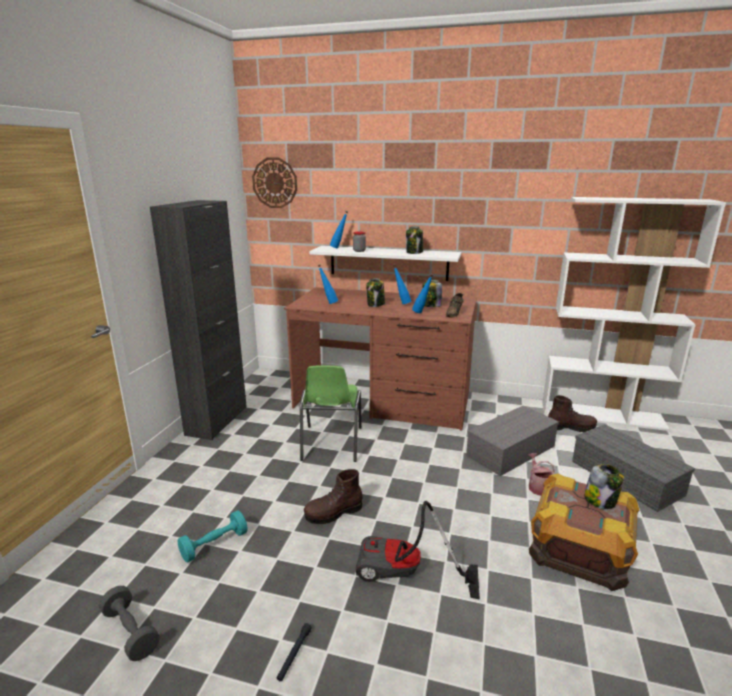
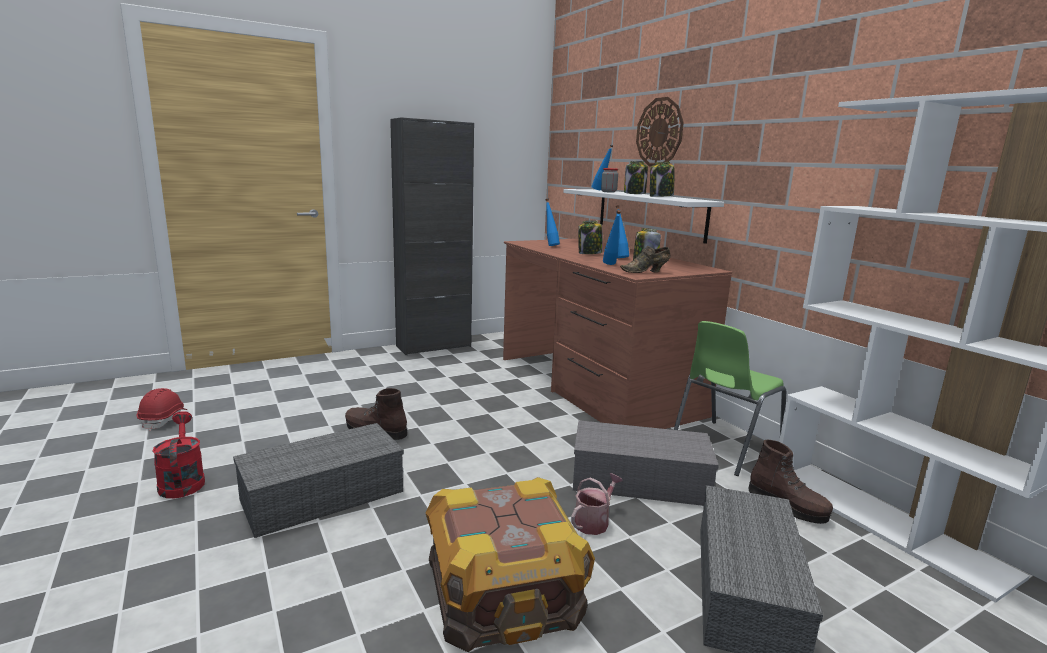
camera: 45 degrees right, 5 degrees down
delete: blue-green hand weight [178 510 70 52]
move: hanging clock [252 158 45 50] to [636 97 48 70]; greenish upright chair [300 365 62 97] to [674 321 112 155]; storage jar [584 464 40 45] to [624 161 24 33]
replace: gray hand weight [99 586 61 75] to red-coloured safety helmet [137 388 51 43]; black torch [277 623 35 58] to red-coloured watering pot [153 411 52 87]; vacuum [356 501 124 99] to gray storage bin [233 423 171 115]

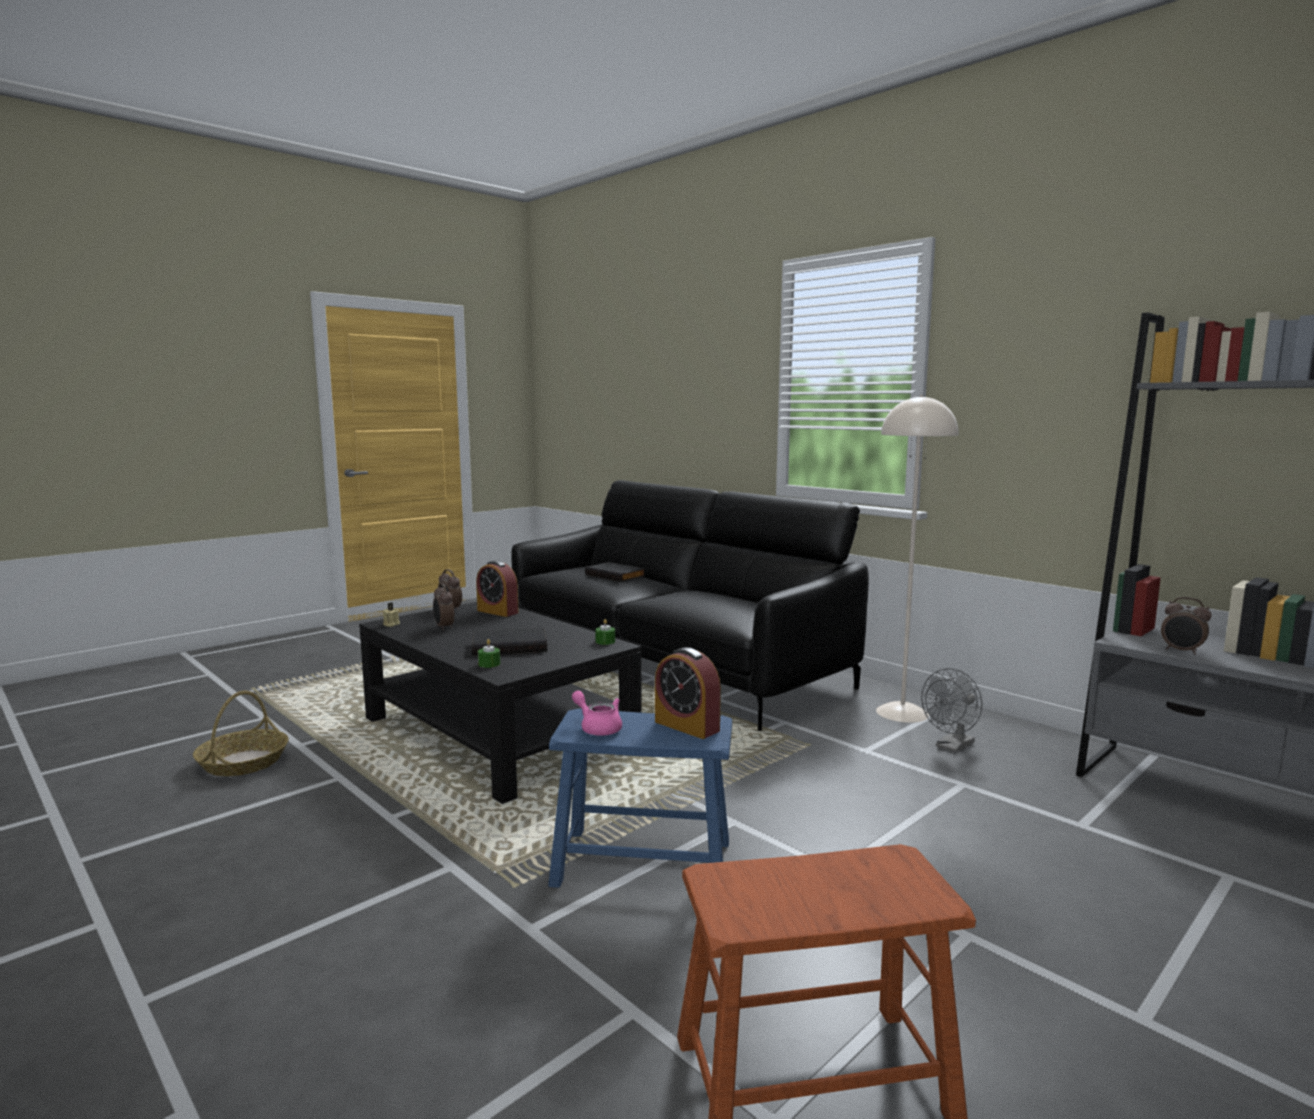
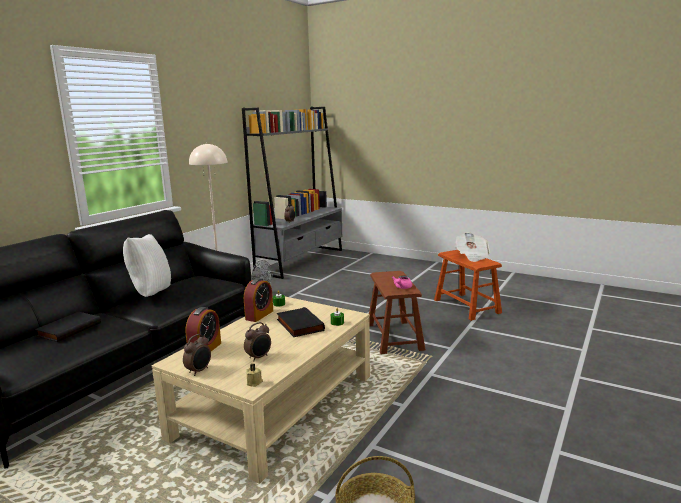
camera: 105 degrees left, 5 degrees up
insert: whitish pillow [123 234 48 63]; printed paper [455 232 35 30]
move: table clock [655 647 66 92] to [244 278 29 44]
recolor: black coffee table [359 602 283 202] to beige-coloured coffee table [152 297 218 187]; blue stool seat [548 709 184 179] to brownish stool seat [369 271 57 83]

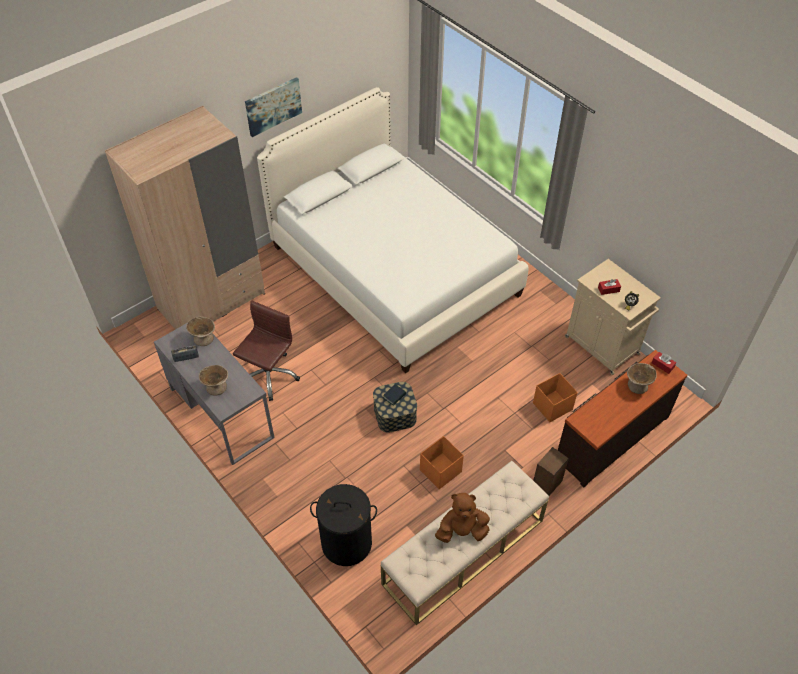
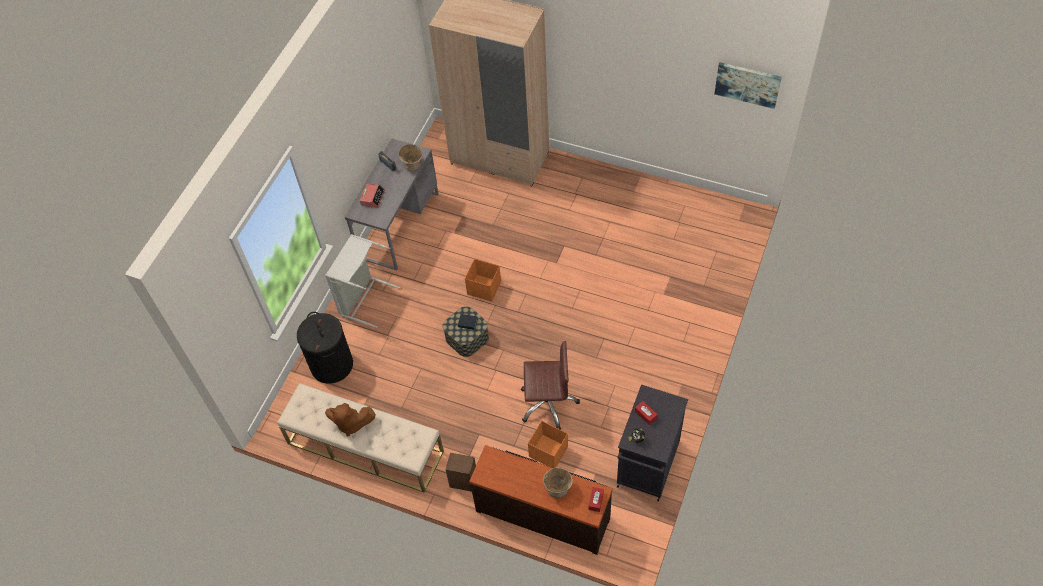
camera: 65 degrees right, 5 degrees up
delete: whitish sleeping bed [257 87 272 286]
insert: gray washing basket [325 234 75 94]
move: brownish desk chair [233 300 67 101] to [521 341 59 89]; picture [245 77 57 60] to [714 62 68 47]; orange-coloured storage bin [420 436 44 53] to [465 259 36 42]
replace: beige-coloured bowl [199 365 29 31] to table clock [360 183 25 25]
recolor: beige-coloured cupboard [565 259 96 116] to black cupboard [617 384 71 118]
rotate: brownish soft toy [435 493 55 50] = [325 403 51 33] 135 degrees clockwise

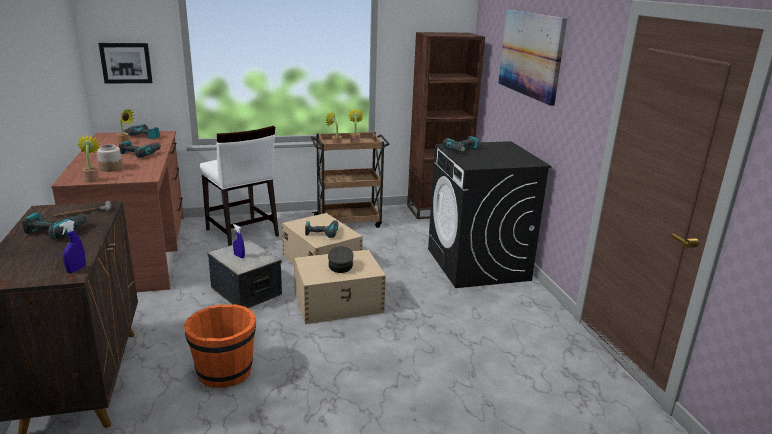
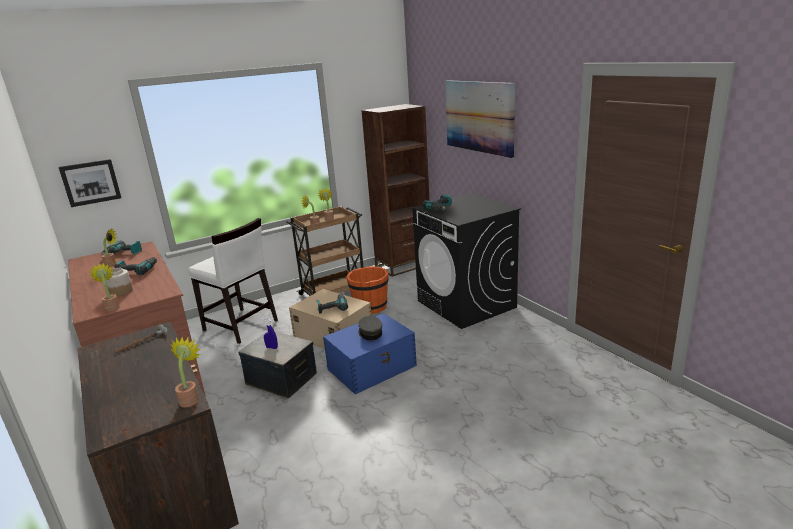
camera: 15 degrees left, 0 degrees up
delete: electric drill [22 212 66 28]
move: orange-coloured water bucket [184 304 72 84] to [346 266 42 48]
replace: blue sprayer [59 220 27 53] to potted plant [170 336 30 72]
recolor: beige-coloured storage bin [294 249 92 75] to blue storage bin [323 313 94 81]

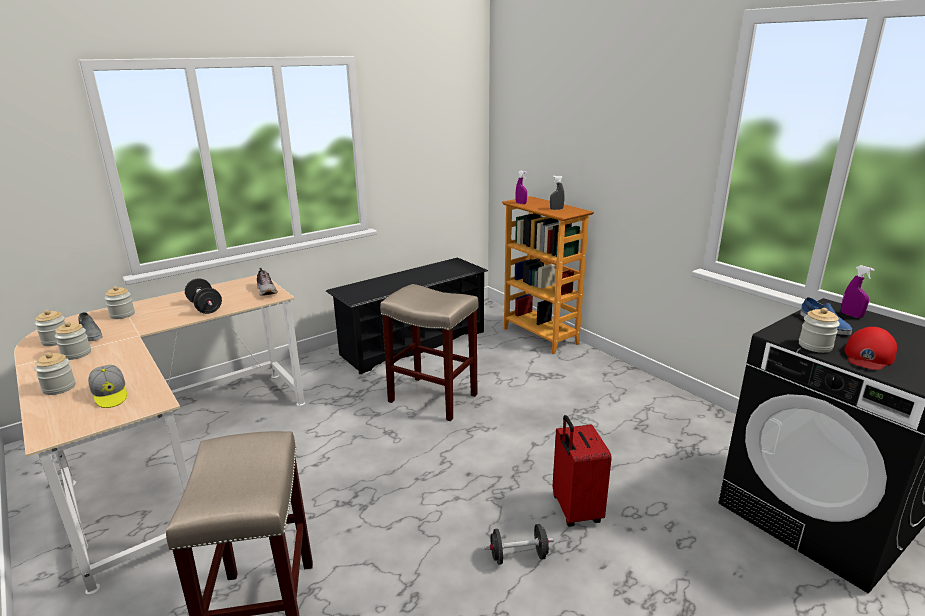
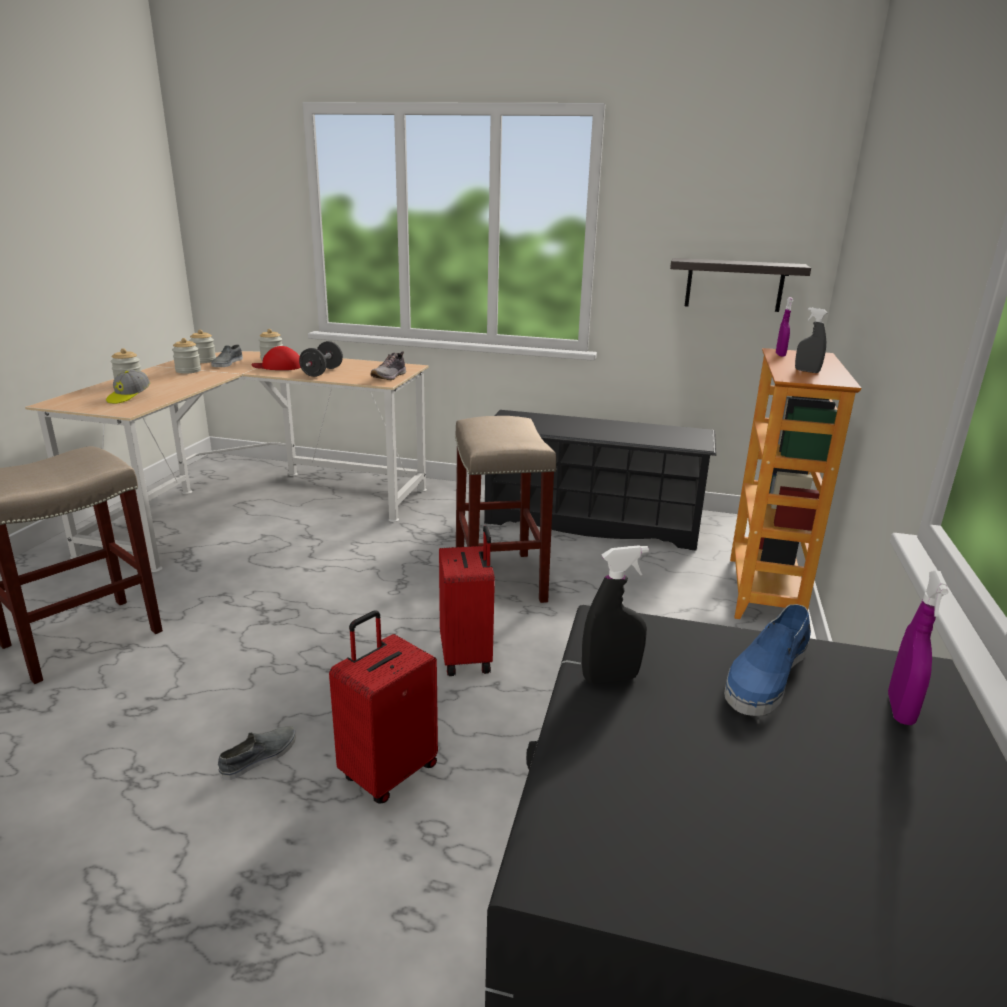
camera: 50 degrees right, 0 degrees up
insert: red-coloured piece of luggage [439 526 56 150]; bracket shelf [670 258 141 54]
move: red-coloured baseball cap [844 327 53 43] to [251 346 50 24]
replace: black hand weight [484 524 70 41] to gray low shoe [218 726 78 54]; storage jar [799 308 41 45] to black sprayer [582 545 67 139]

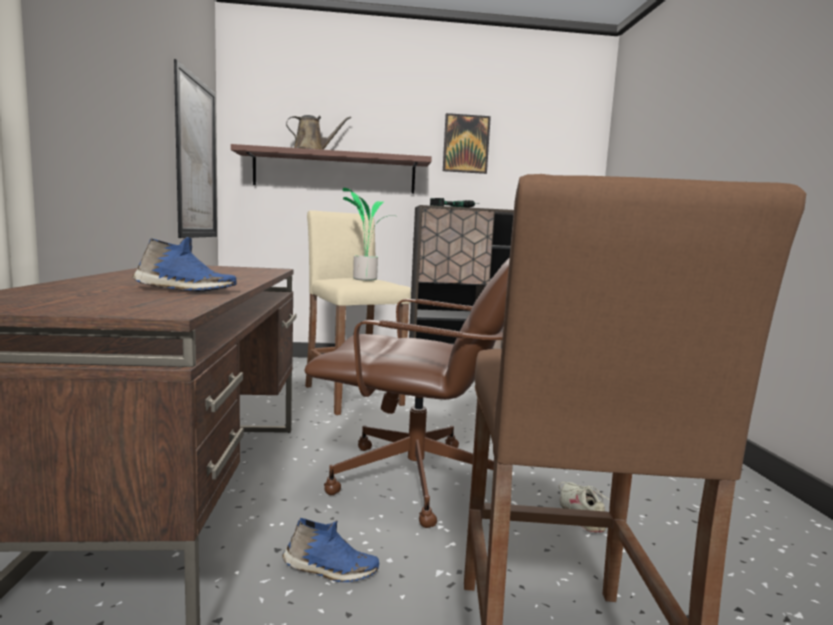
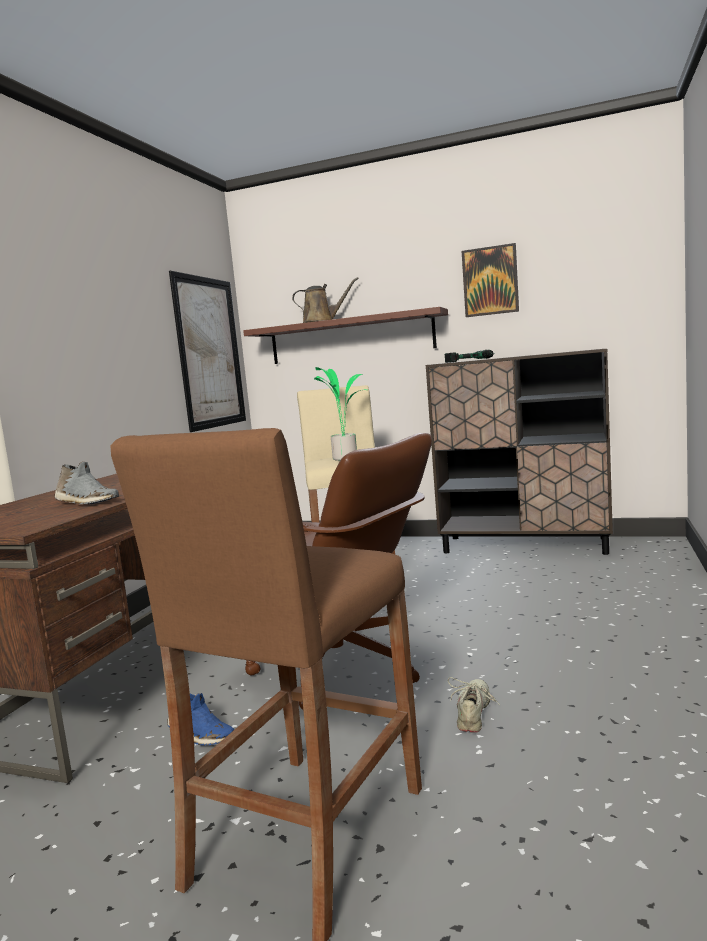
camera: 25 degrees right, 0 degrees up
recolor: blue low shoe [132 237 105 55] to gray low shoe [54 462 65 43]

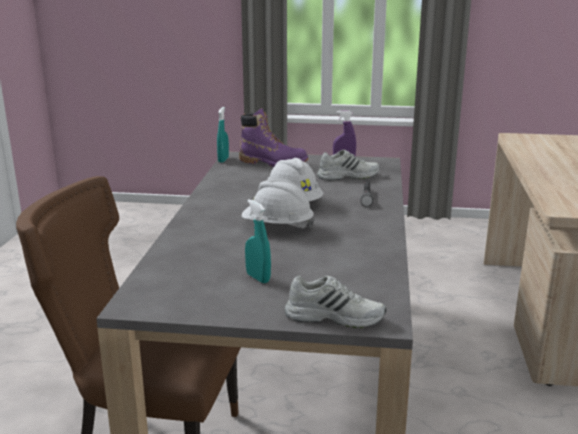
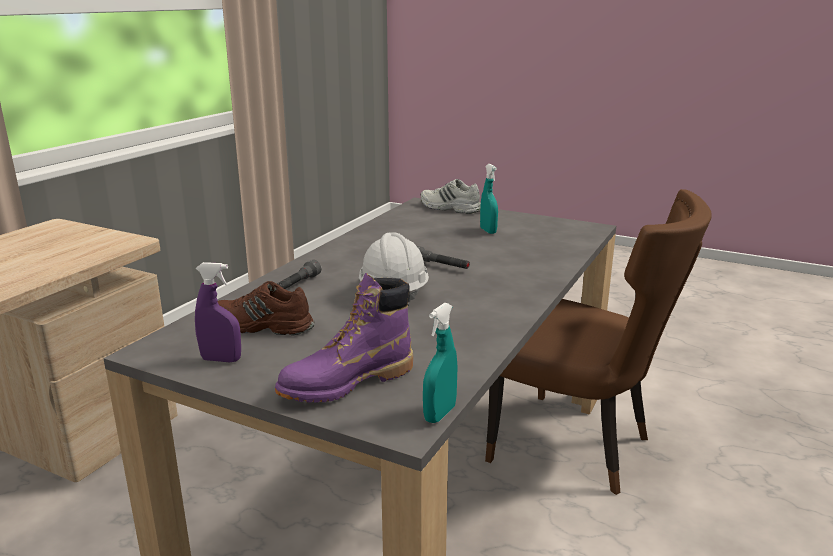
camera: 160 degrees left, 0 degrees up
replace: whitish safety helmet [242 179 73 51] to gray torch [417 246 53 23]
recolor: whitish low shoe [317 150 63 30] to brownish low shoe [218 281 97 55]
rotate: purple-coloured tall boot [239 108 69 59] = [275 273 138 130] 75 degrees counterclockwise

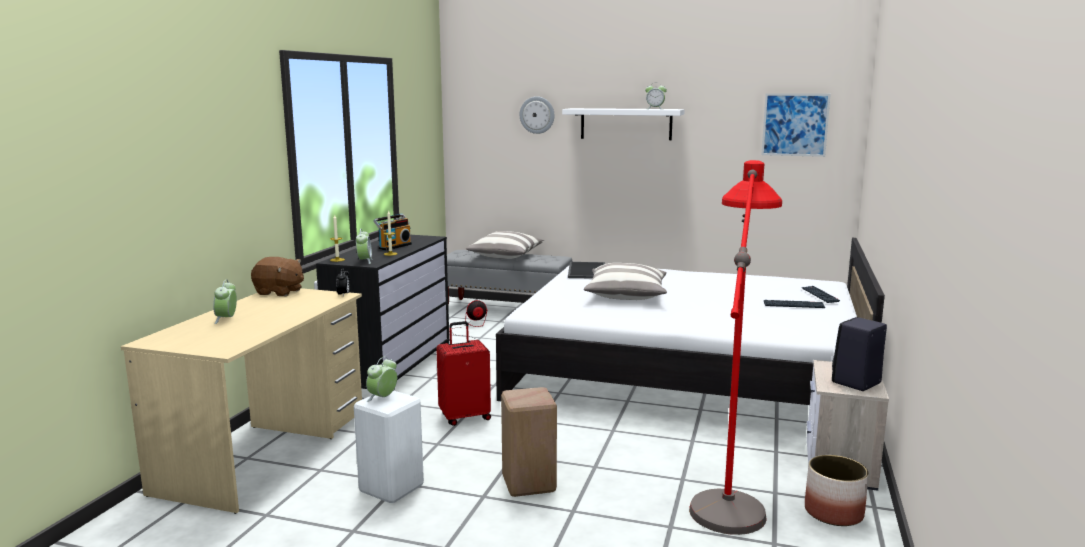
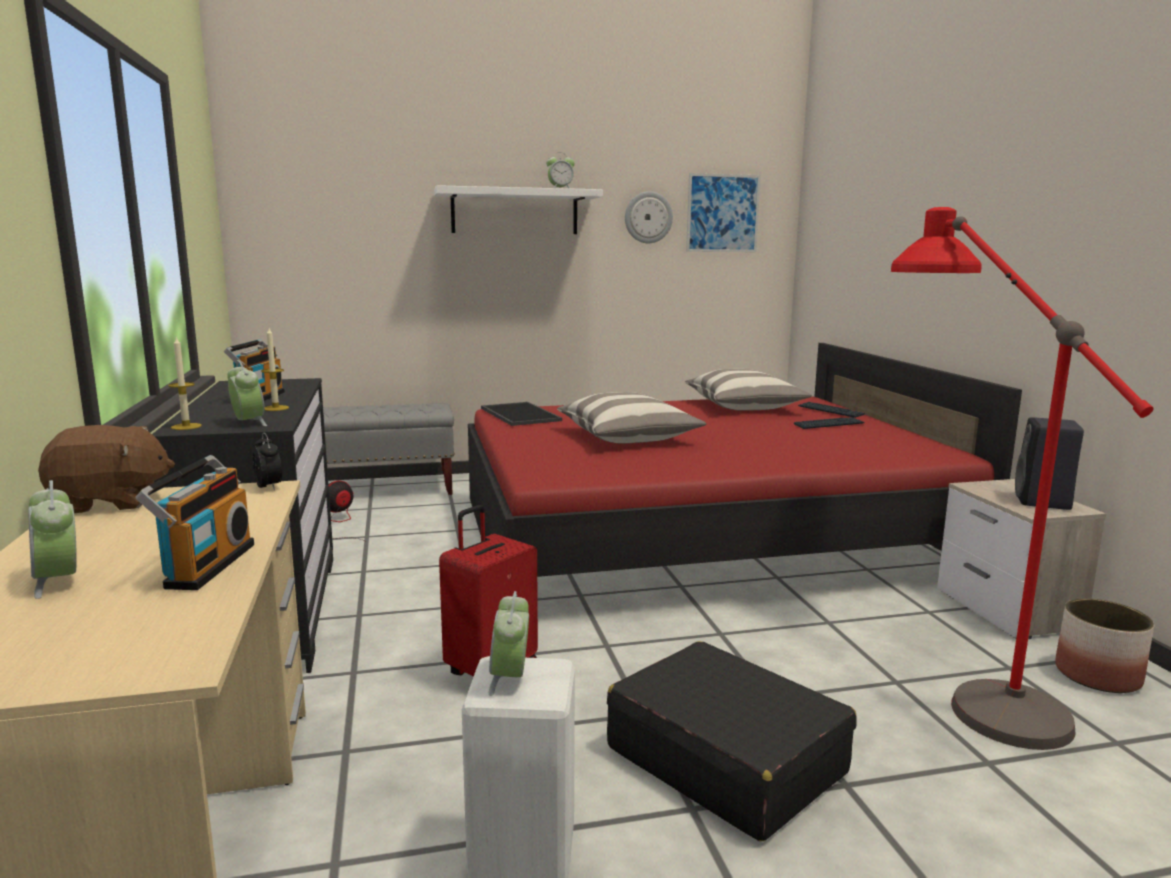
camera: 30 degrees left, 0 degrees up
insert: radio [136 455 118 135]
move: pillow [466 231 78 28] to [685 369 127 42]; hanging clock [520 96 35 38] to [625 191 48 52]
replace: beige-coloured stool seat [501 387 56 110] to black piece of luggage [607 641 250 200]
recolor: whitish sleeping bed [496 238 389 167] to red-coloured sleeping bed [468 343 554 234]

